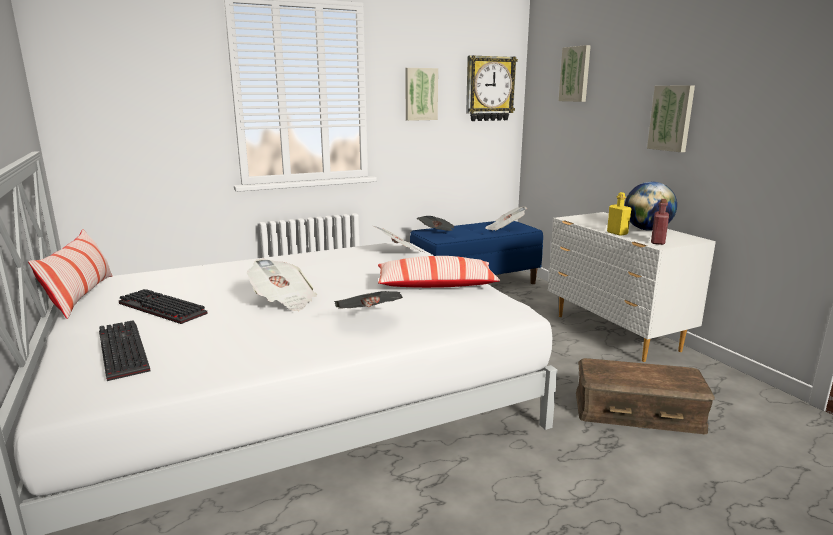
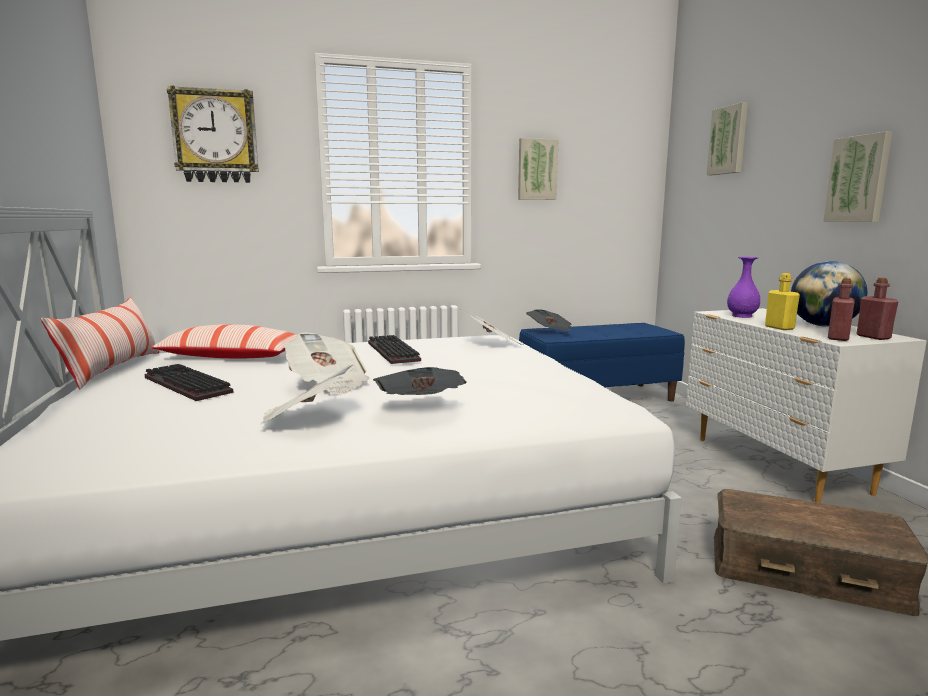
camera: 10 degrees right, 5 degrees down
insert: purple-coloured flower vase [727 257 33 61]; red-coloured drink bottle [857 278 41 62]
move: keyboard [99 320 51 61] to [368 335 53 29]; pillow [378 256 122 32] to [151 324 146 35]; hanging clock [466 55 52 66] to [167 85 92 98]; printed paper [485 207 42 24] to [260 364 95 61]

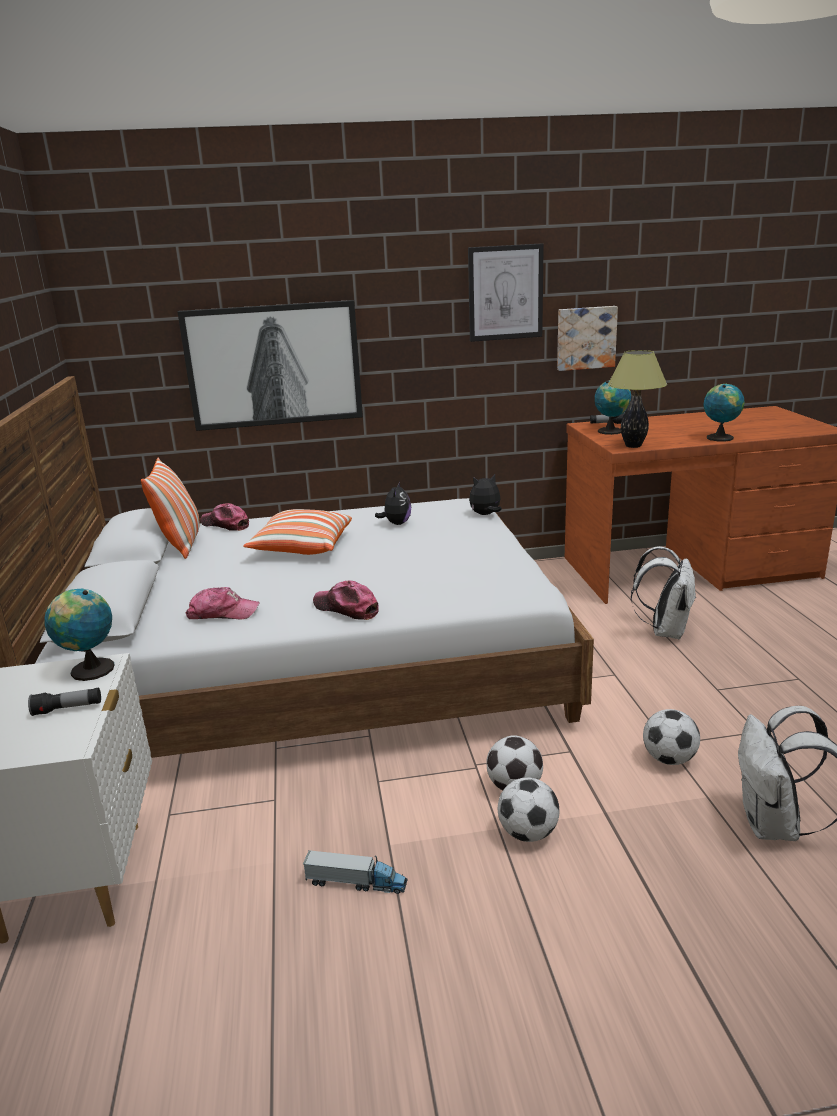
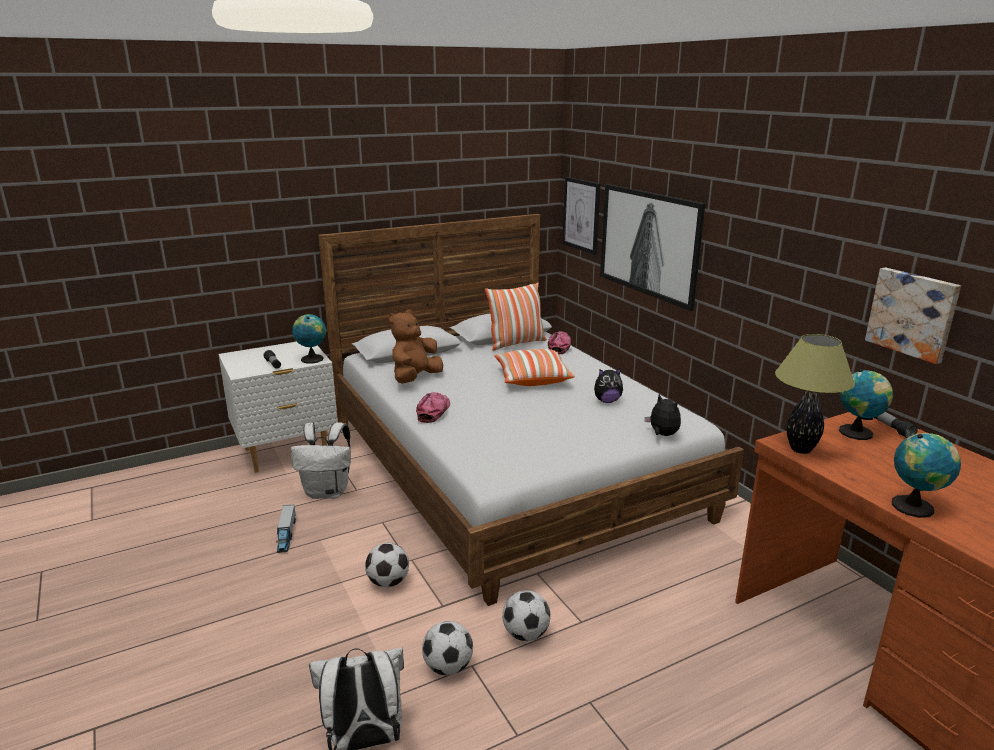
camera: 70 degrees right, 0 degrees up
move: picture [468 243 76 99] to [563 177 38 78]; football ball [498 778 62 64] to [502 590 49 51]; whitish rucksack [631 546 65 94] to [291 422 60 77]
replace: baseball cap [186 587 74 33] to brownish soft toy [389 310 54 74]

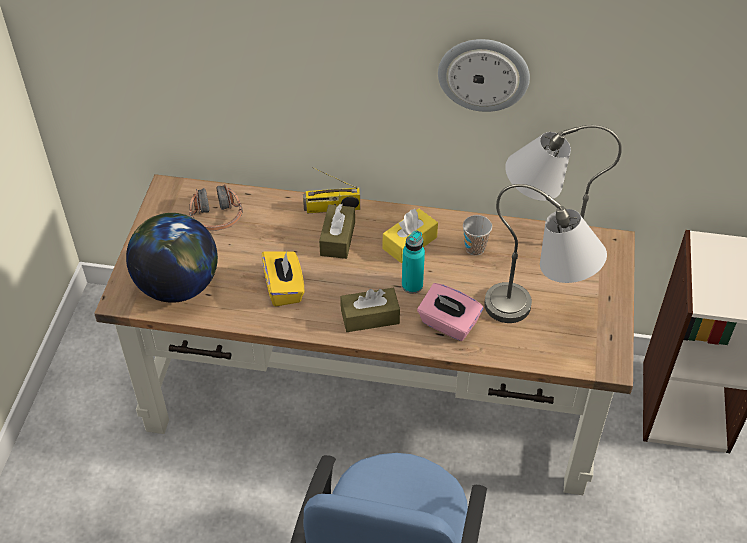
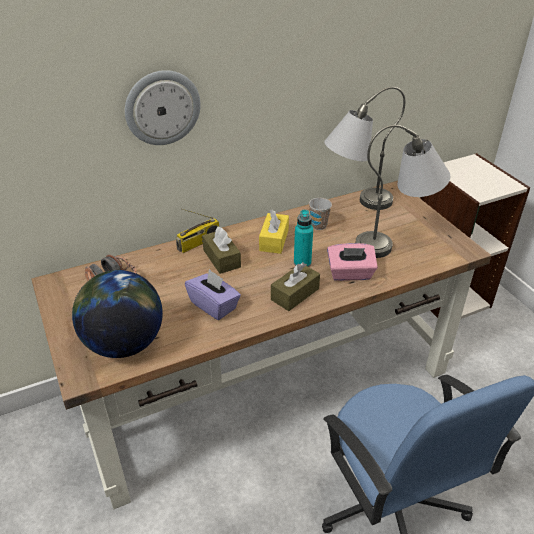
camera: 35 degrees left, 10 degrees down
move: hanging clock [438 39 92 73] to [125 70 76 75]
recolor: yellow-coloured tissue holder [262 251 43 56] to purple-coloured tissue holder [185 269 56 51]

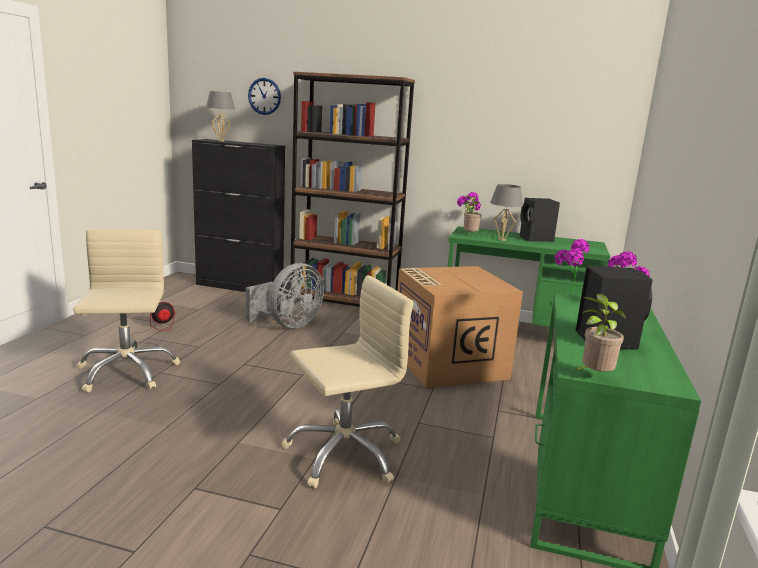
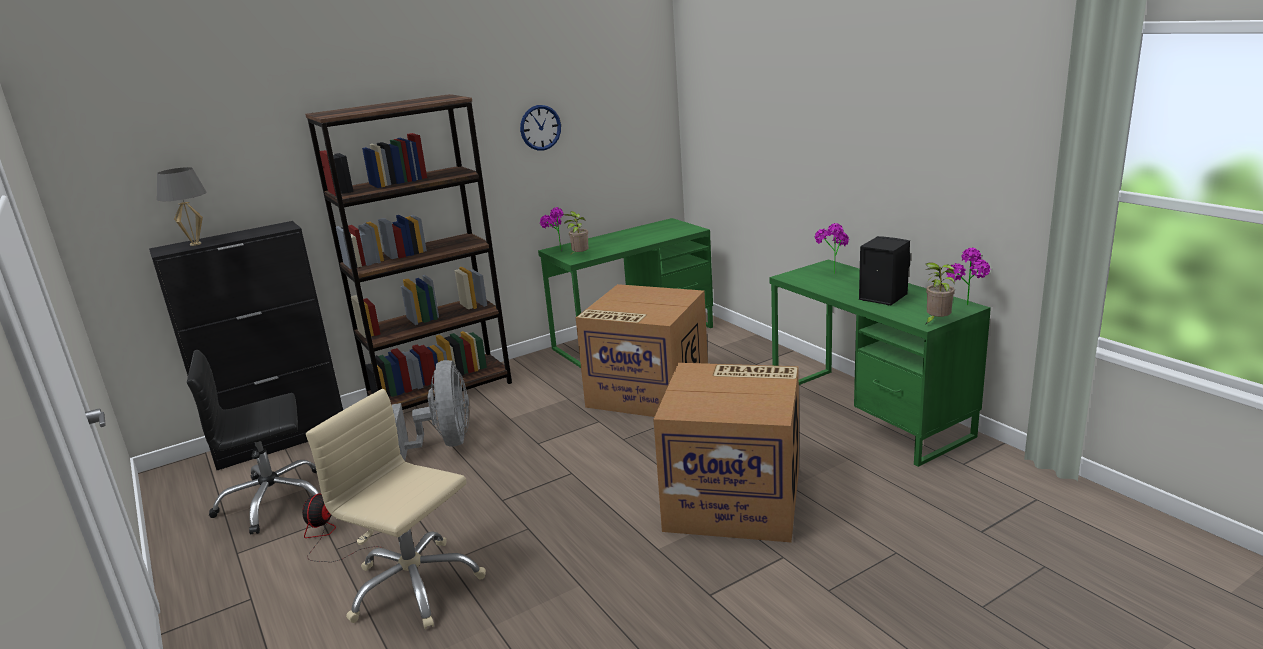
camera: 45 degrees left, 5 degrees up
delete: gray table lamp [490 184 33 57]; black loudspeaker [520 198 40 44]
insert: black desk chair [187 350 133 184]
move: hanging clock [248 78 33 37] to [520 105 41 46]; potted plant [554 239 36 56] to [946 248 44 57]
replace: beige-coloured desk chair [281 275 133 213] to cardboard box [653 363 146 179]

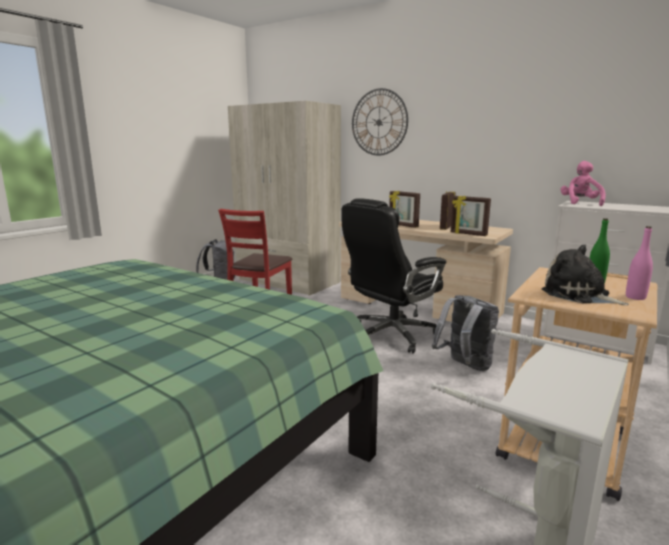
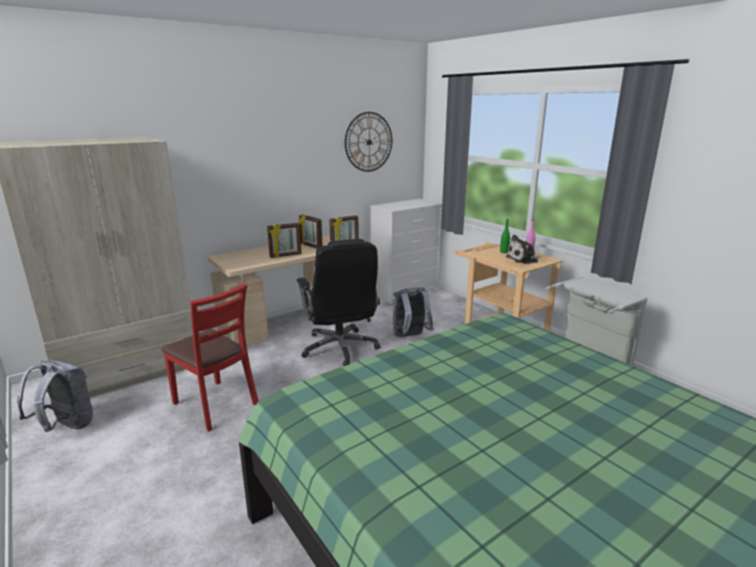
camera: 70 degrees left, 5 degrees up
delete: pink-coloured soft toy [560 161 46 45]
move: hanging clock [352 88 56 67] to [345 112 47 60]

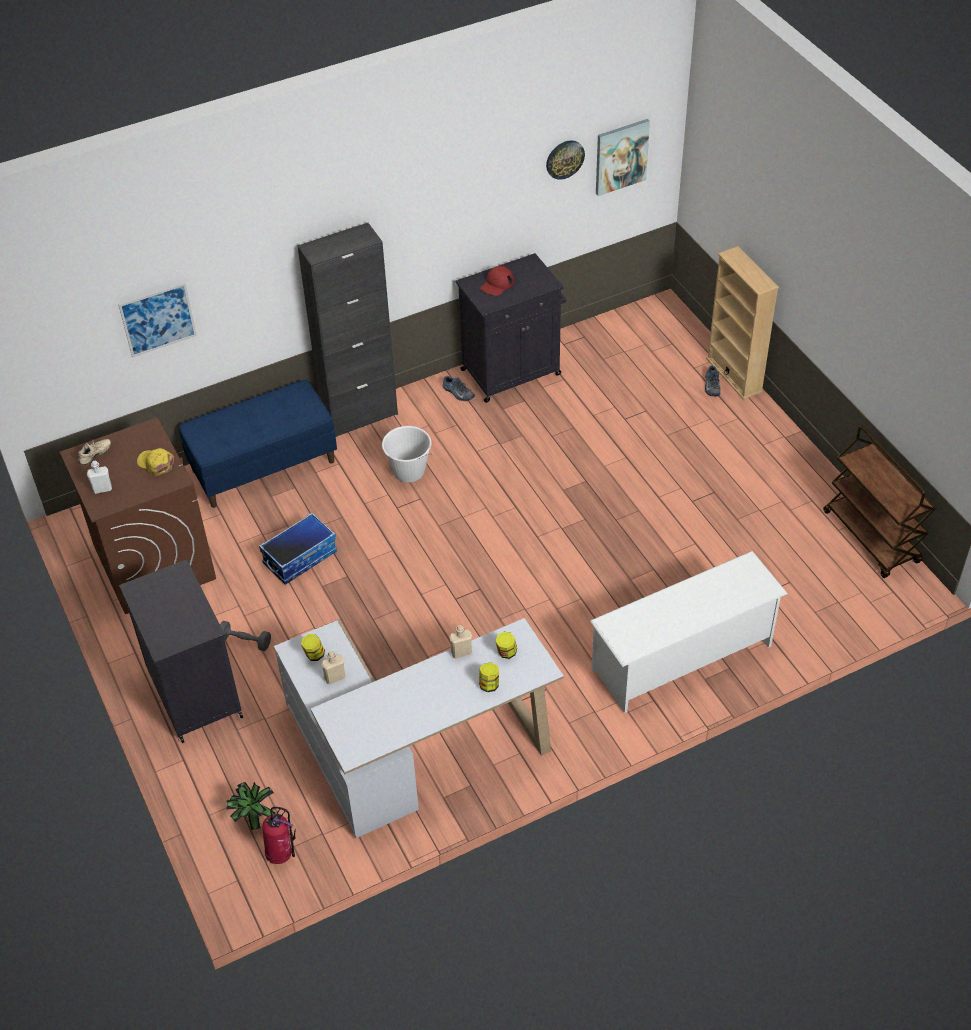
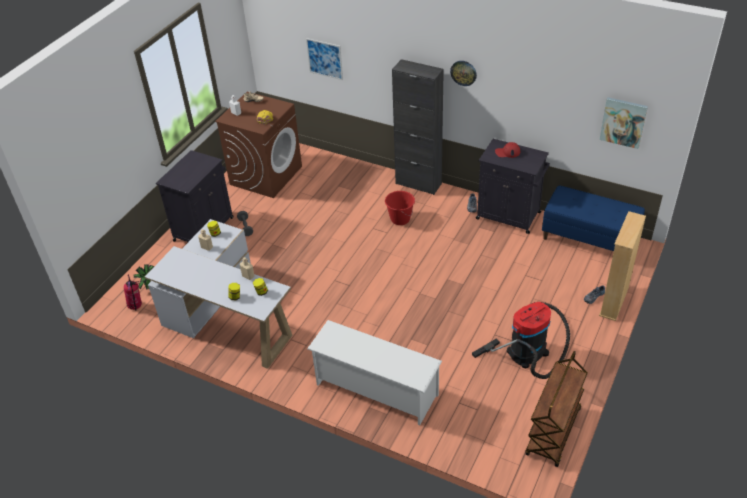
camera: 55 degrees right, 5 degrees down
delete: storage bin [259 512 78 73]
insert: vacuum [472 302 98 77]
move: blue indoor bench [179 380 158 128] to [542 185 103 66]; hanging clock [546 140 39 40] to [450 61 27 25]
recolor: whitish water bucket [382 426 51 56] to red-coloured water bucket [385 191 30 34]

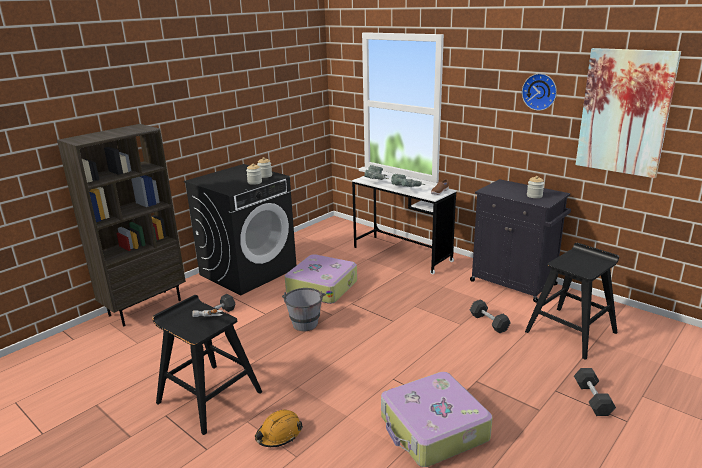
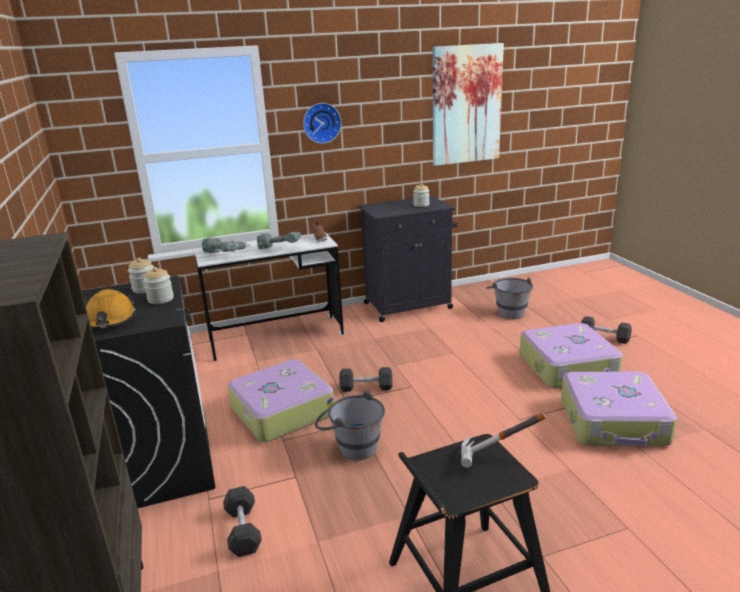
camera: 60 degrees left, 0 degrees up
insert: piece of luggage [520 323 103 65]
move: orange-coloured safety helmet [255 410 48 37] to [86 289 51 40]; black hand weight [470 299 41 35] to [339 367 54 25]; hanging clock [522 73 35 38] to [303 103 39 41]
replace: black stool seat [525 243 94 117] to gray water bucket [486 278 47 41]

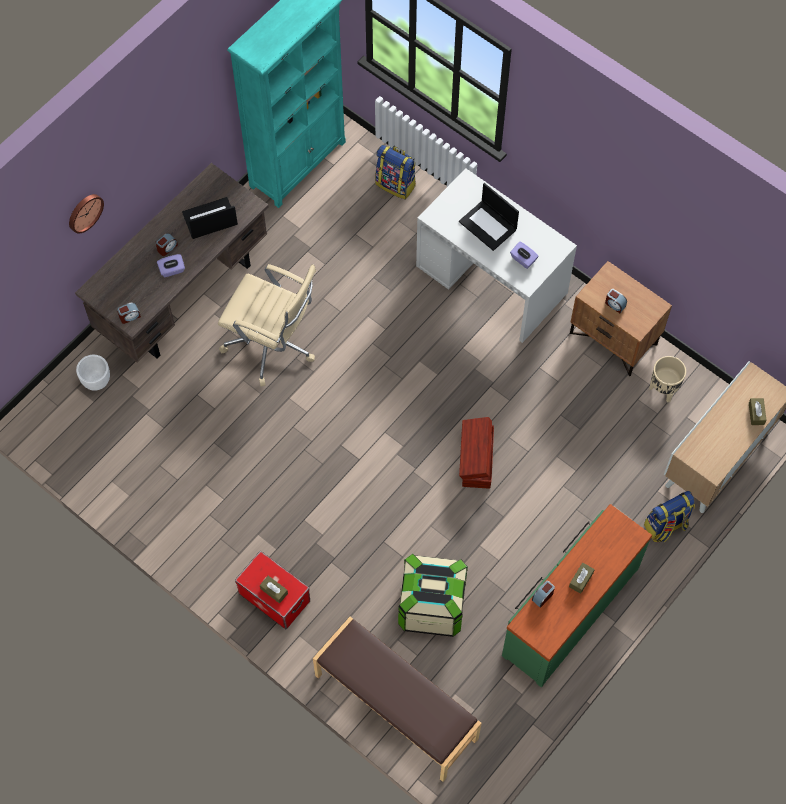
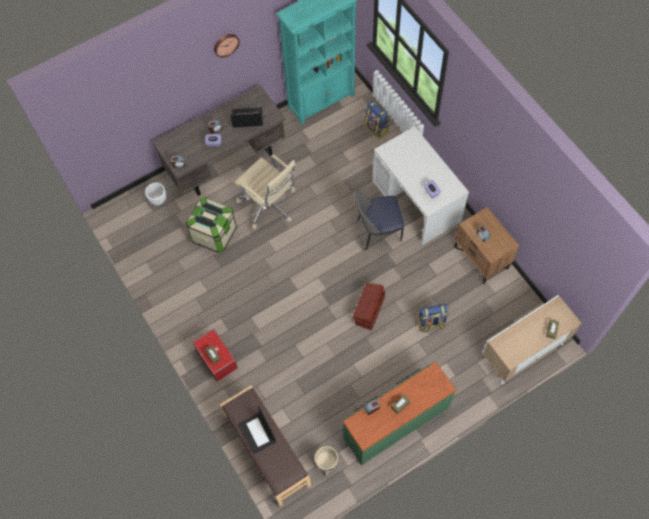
camera: 20 degrees right, 0 degrees up
insert: upright chair [355 190 49 60]
move: hanging clock [69 194 35 40] to [214 34 26 24]; storage bin [398 554 70 83] to [186 197 51 56]; laptop [459 183 60 68] to [239 406 37 48]; rucksack [644 491 51 51] to [417 304 31 29]; beige-coloured flower pot [649 356 37 47] to [315 446 23 29]

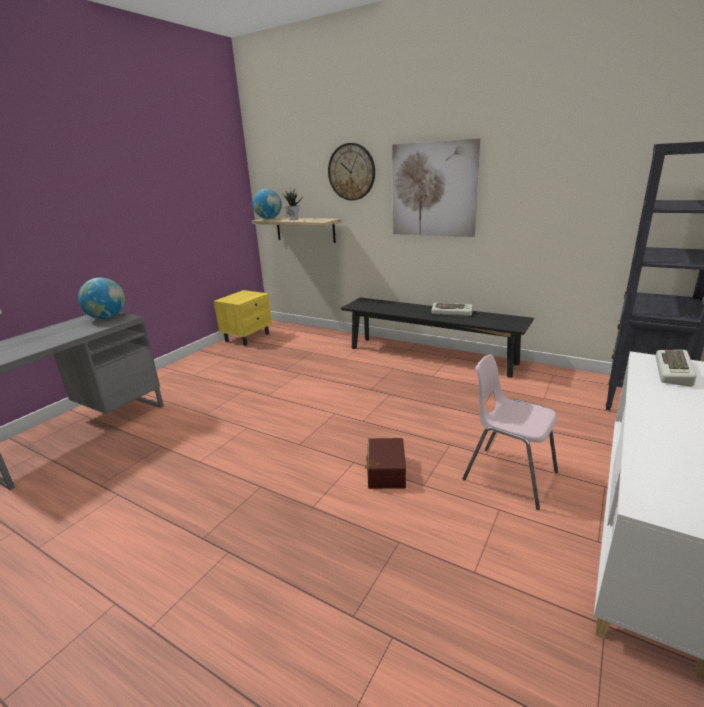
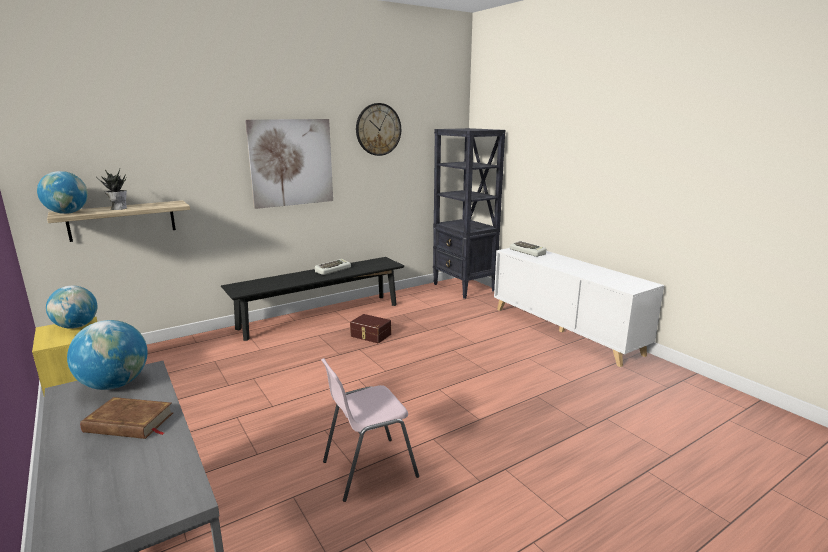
camera: 65 degrees left, 5 degrees down
insert: globe [46 286 51 43]; brownish volume [80 397 93 42]
move: hanging clock [328 143 47 58] to [356 103 45 53]; brownish storage bin [365 438 41 51] to [350 314 41 29]; pink-coloured upright chair [463 354 95 156] to [321 358 98 144]

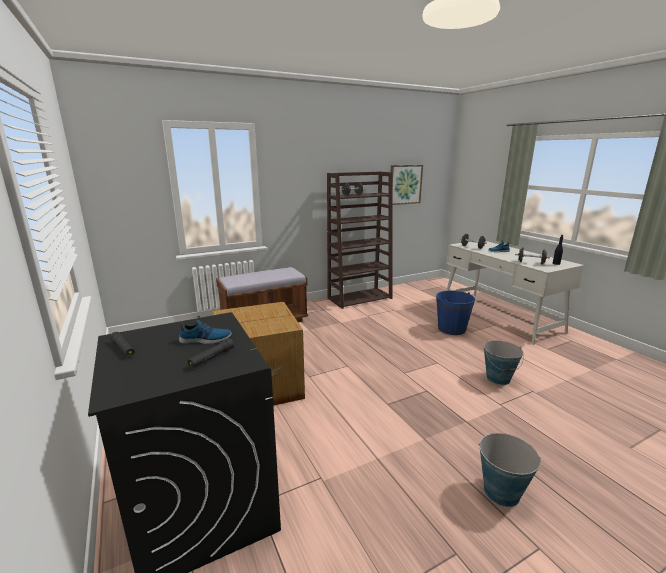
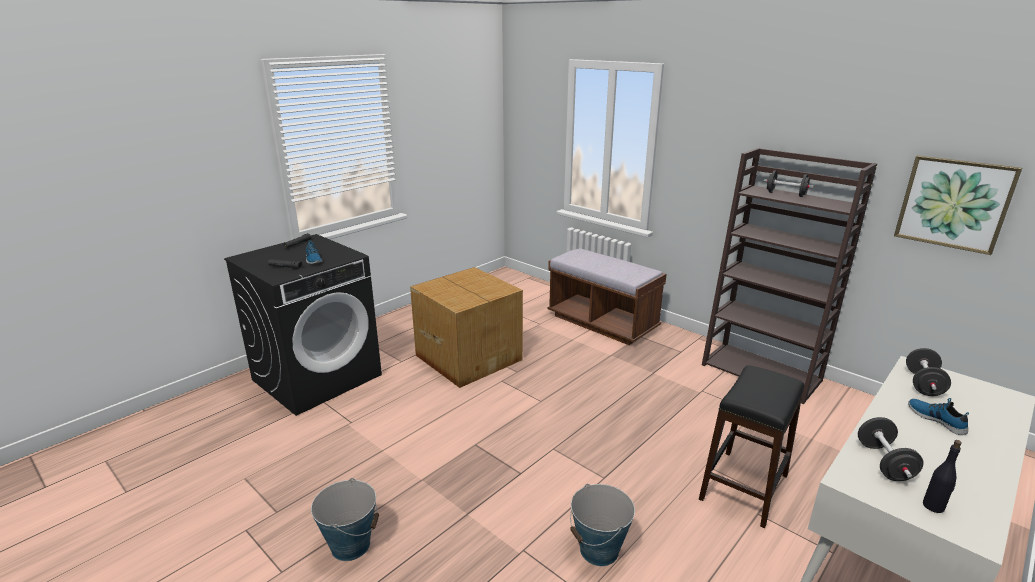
camera: 70 degrees right, 5 degrees up
replace: blue water bucket [436 290 39 45] to black stool seat [699 365 105 163]

